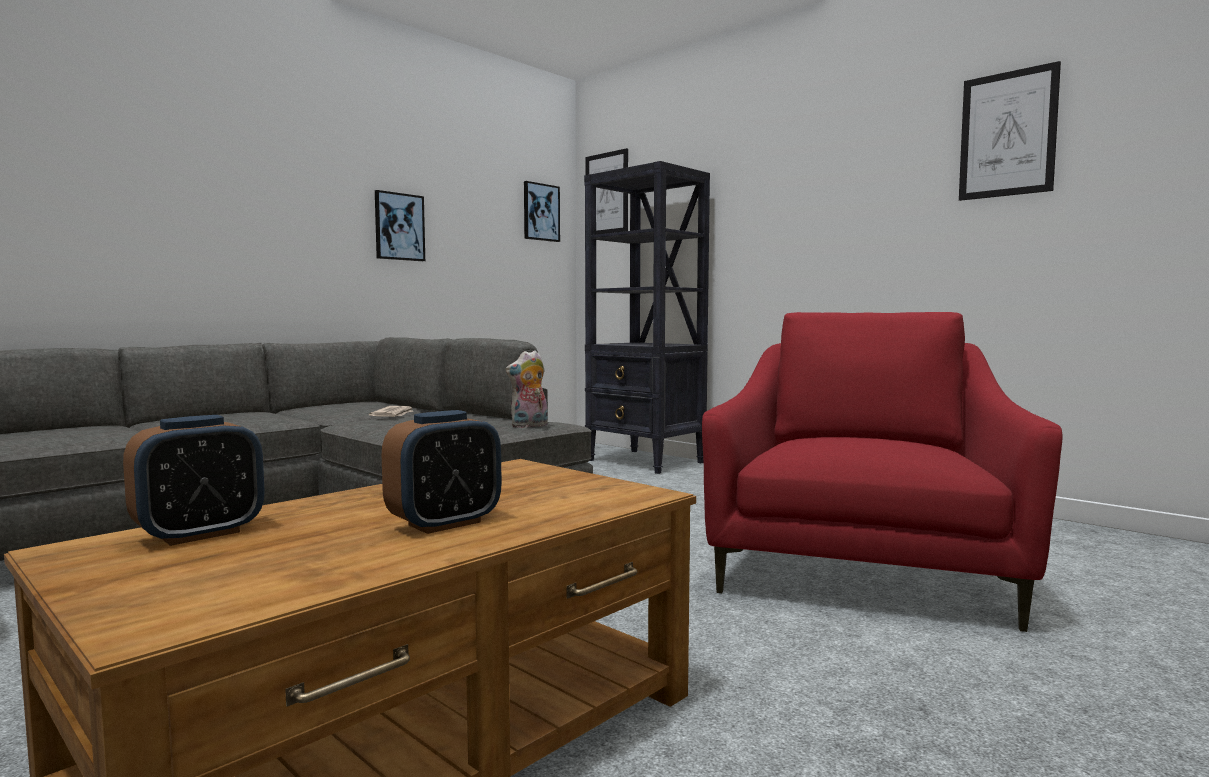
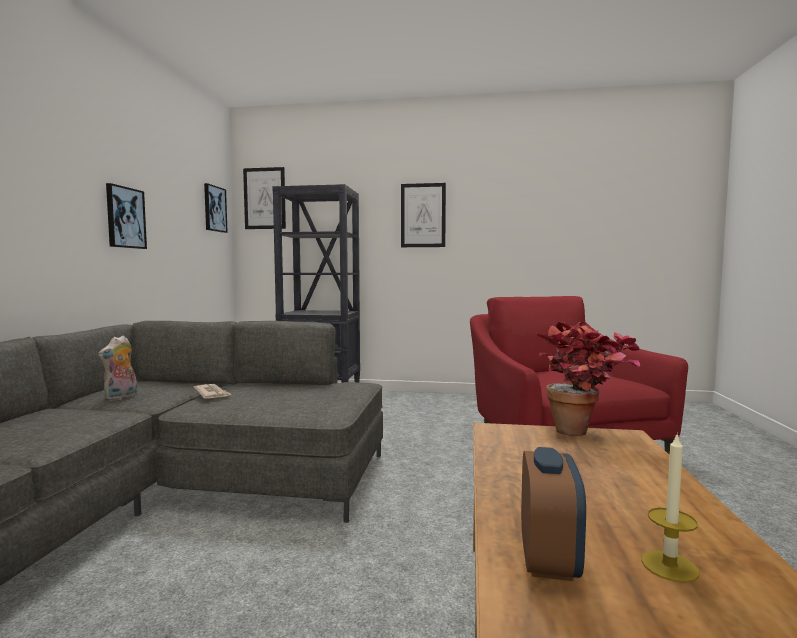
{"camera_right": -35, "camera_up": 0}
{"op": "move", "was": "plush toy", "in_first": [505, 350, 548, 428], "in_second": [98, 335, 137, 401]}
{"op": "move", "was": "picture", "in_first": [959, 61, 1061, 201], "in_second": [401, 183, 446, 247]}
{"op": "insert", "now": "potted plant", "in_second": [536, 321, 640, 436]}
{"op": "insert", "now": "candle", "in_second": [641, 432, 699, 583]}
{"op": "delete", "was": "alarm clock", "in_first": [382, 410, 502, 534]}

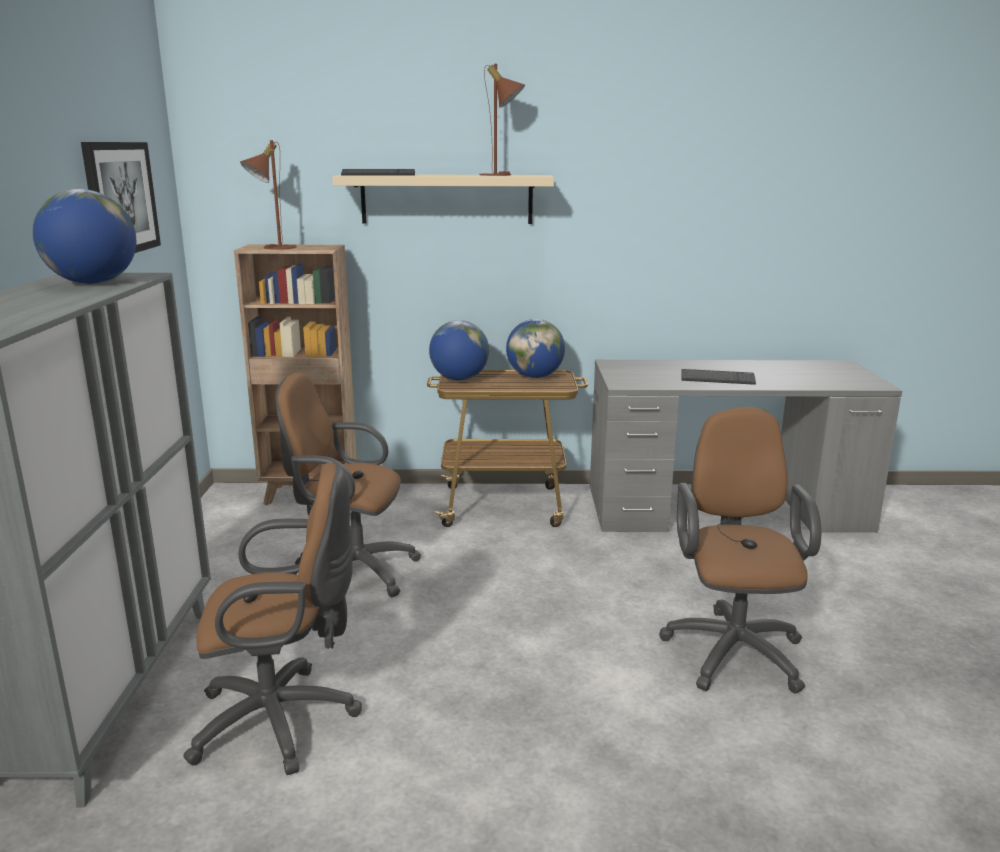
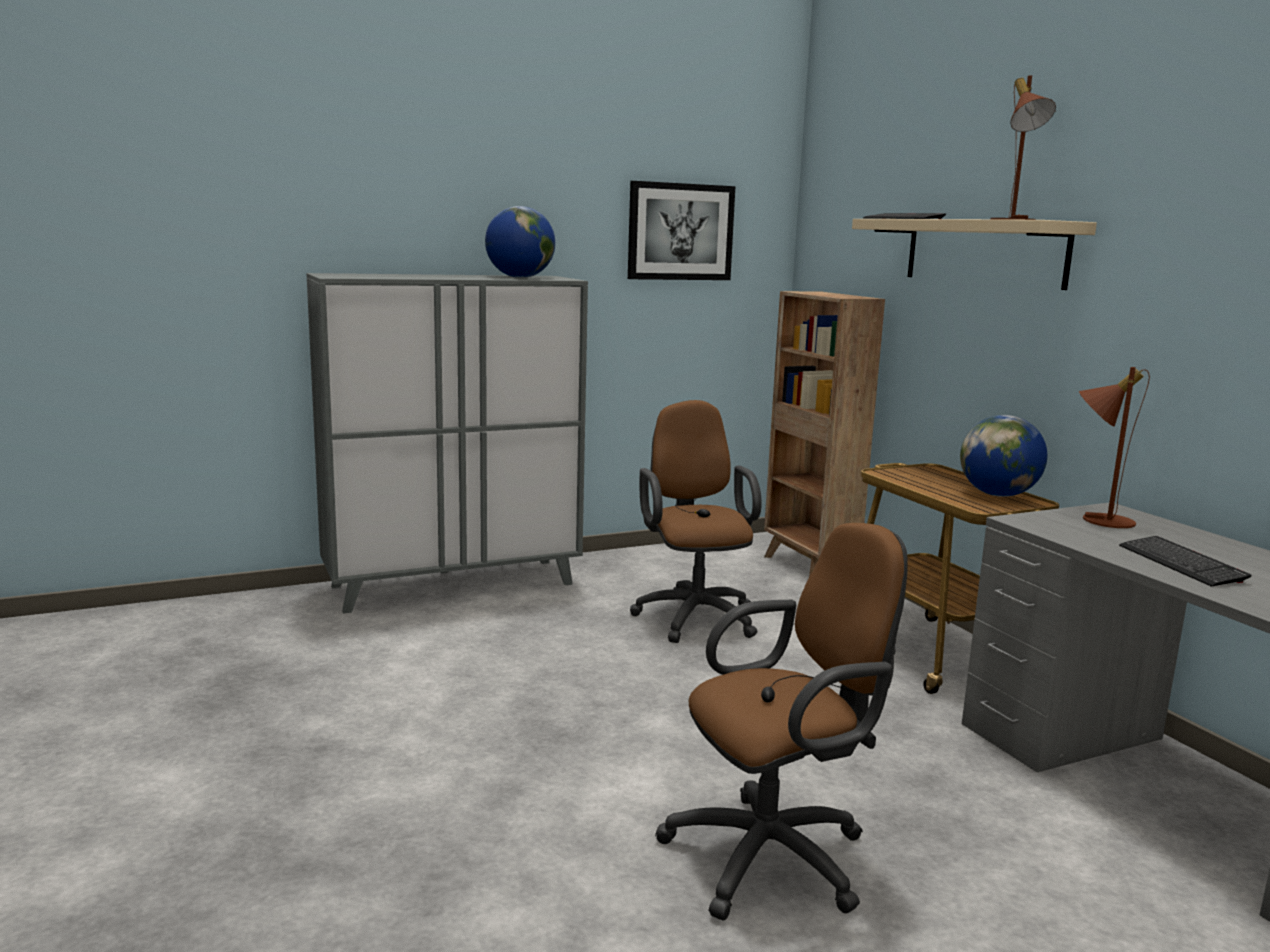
{"camera_right": 65, "camera_up": -5}
{"op": "move", "was": "brown table lamp", "in_first": [240, 140, 296, 250], "in_second": [1079, 367, 1150, 528]}
{"op": "delete", "was": "brown office chair", "in_first": [183, 463, 362, 775]}
{"op": "delete", "was": "globe", "in_first": [429, 320, 489, 380]}

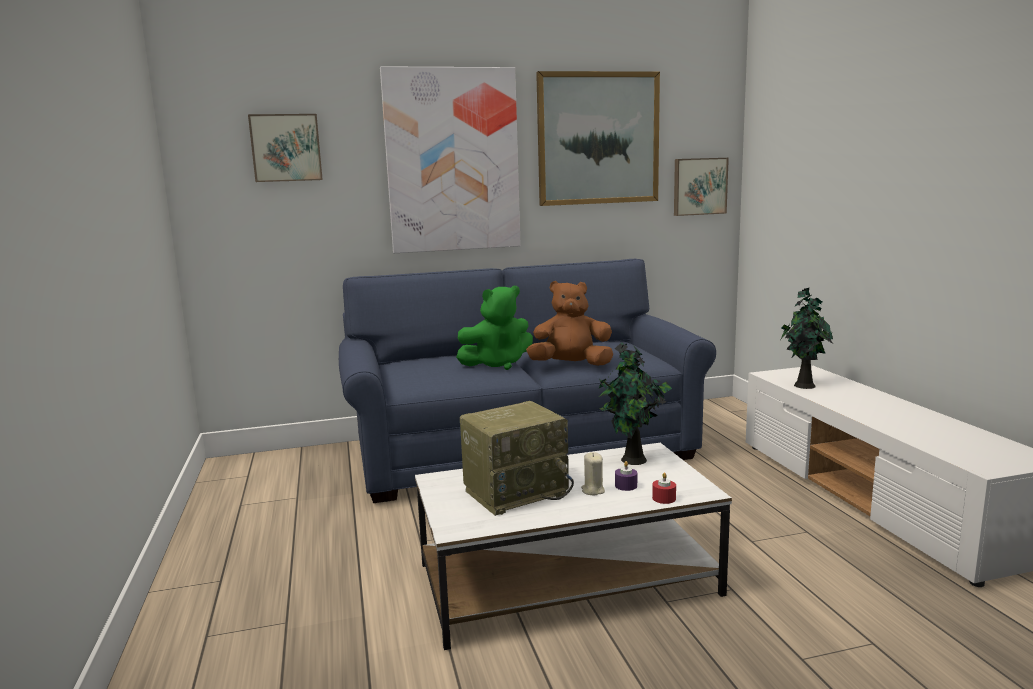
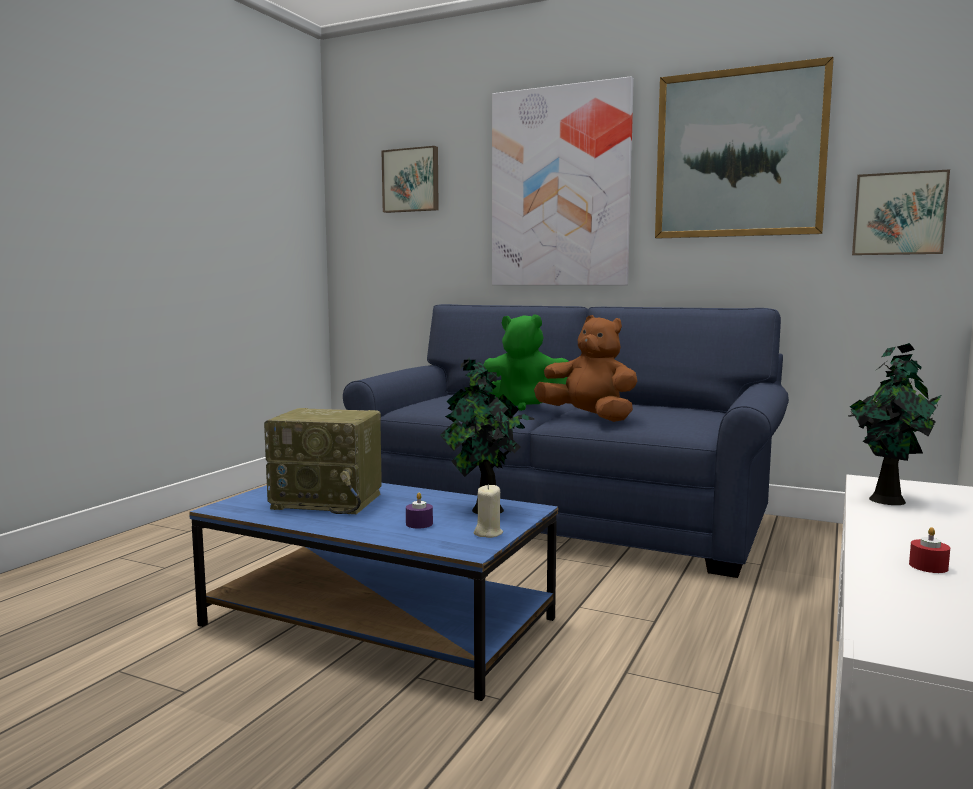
{"camera_right": 40, "camera_up": -5}
{"op": "recolor", "was": "white coffee table", "now": "blue coffee table", "in_first": [415, 443, 732, 650], "in_second": [189, 483, 558, 701]}
{"op": "move", "was": "beige candle", "in_first": [581, 452, 605, 496], "in_second": [474, 484, 503, 538]}
{"op": "move", "was": "red candle", "in_first": [652, 473, 676, 504], "in_second": [909, 527, 950, 573]}

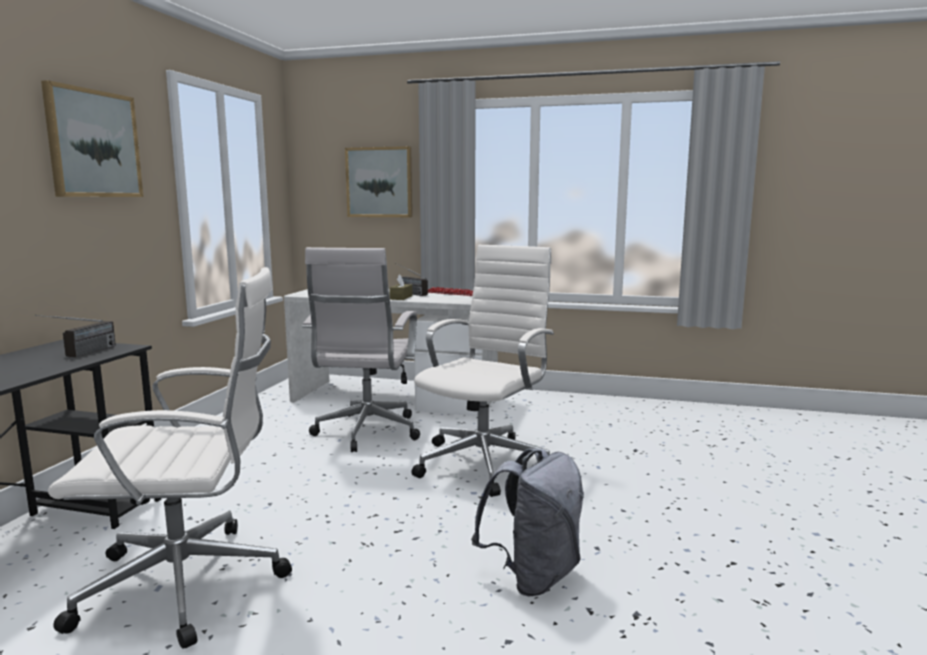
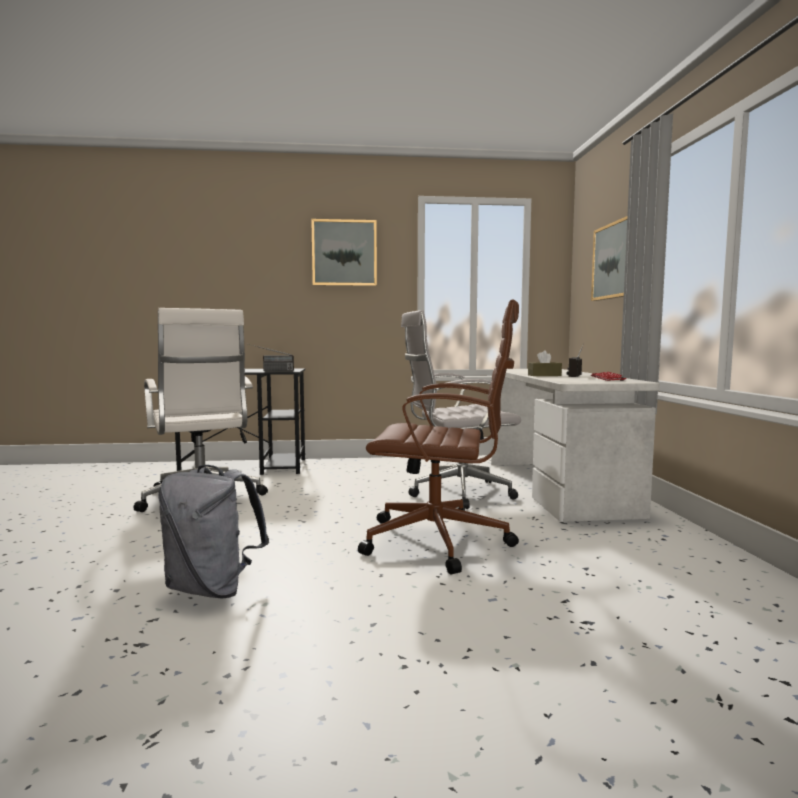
{"camera_right": 70, "camera_up": -5}
{"op": "recolor", "was": "white office chair", "now": "brown office chair", "in_first": [411, 245, 554, 497], "in_second": [358, 300, 519, 575]}

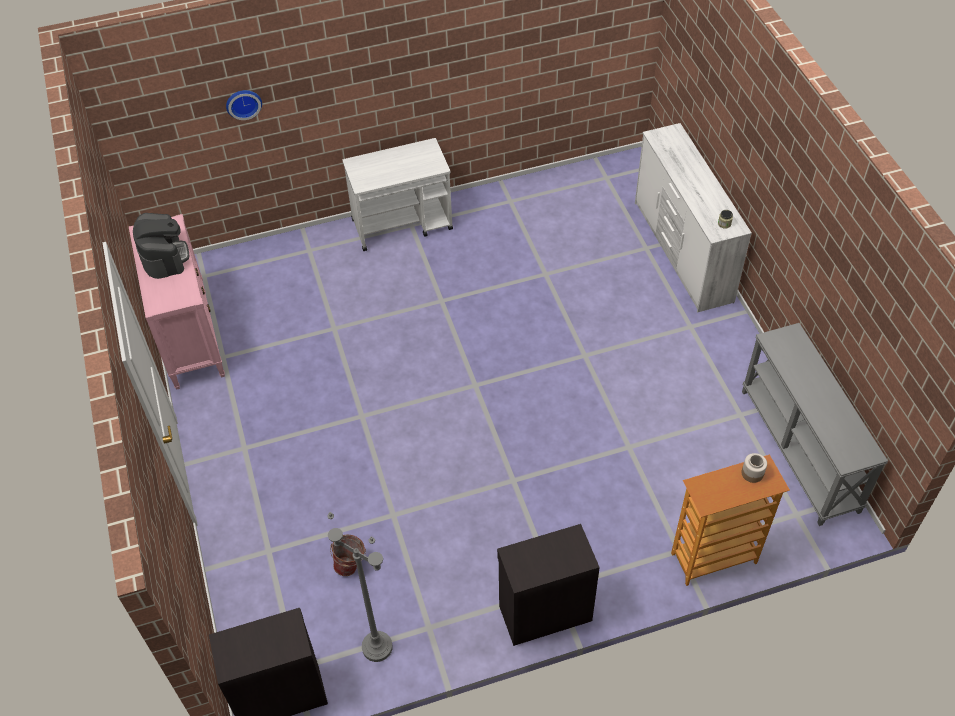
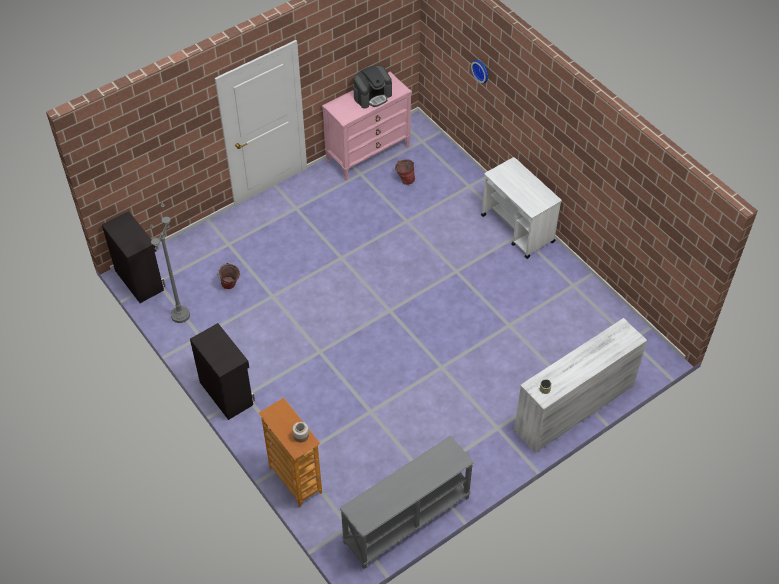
{"camera_right": 70, "camera_up": 0}
{"op": "insert", "now": "bucket", "in_second": [395, 159, 416, 185]}

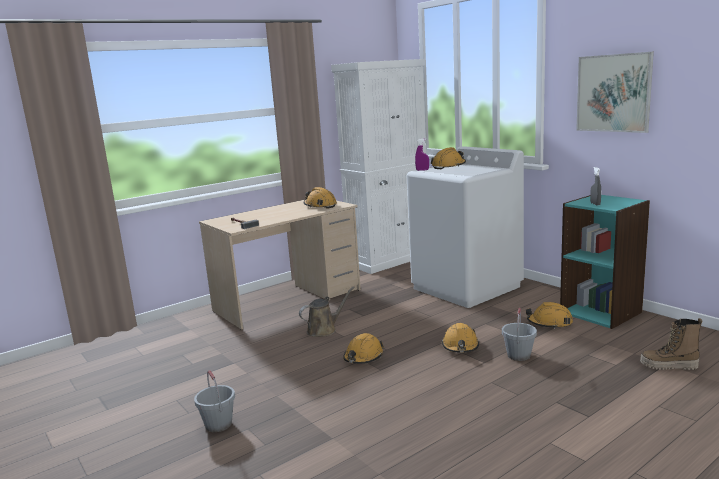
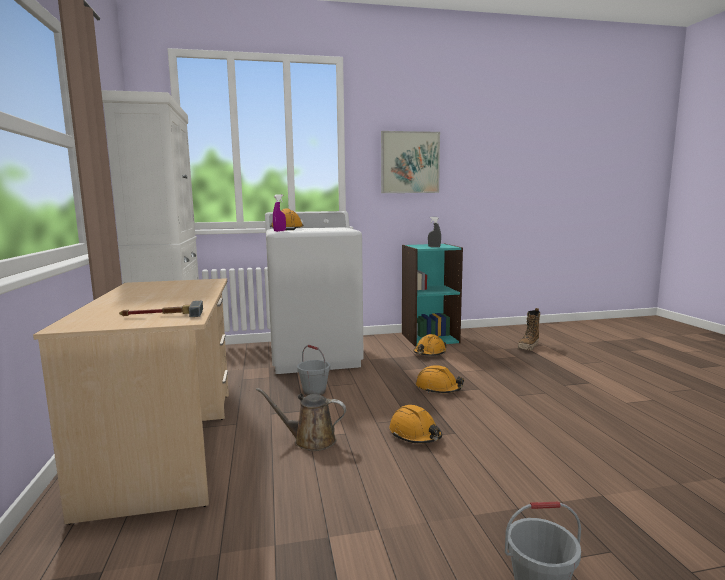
{"camera_right": -65, "camera_up": -5}
{"op": "rotate", "was": "brown watering can", "in_first": [299, 286, 355, 337], "in_second": [256, 388, 346, 451], "clockwise": -75}
{"op": "move", "was": "grey bucket", "in_first": [502, 308, 537, 361], "in_second": [297, 345, 330, 396]}
{"op": "delete", "was": "orange hard hat", "in_first": [304, 187, 337, 209]}

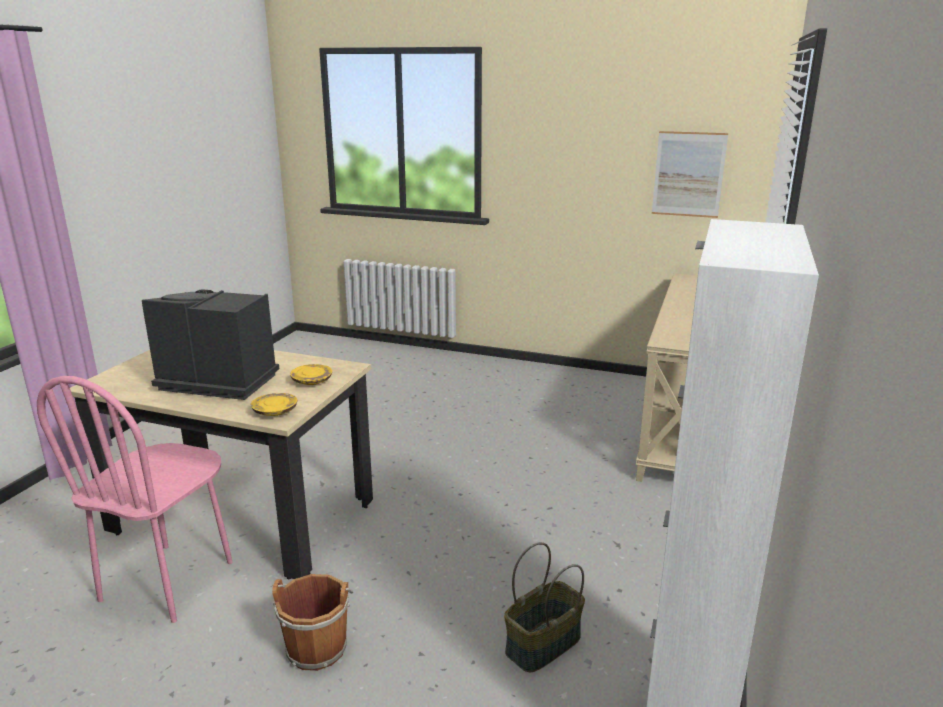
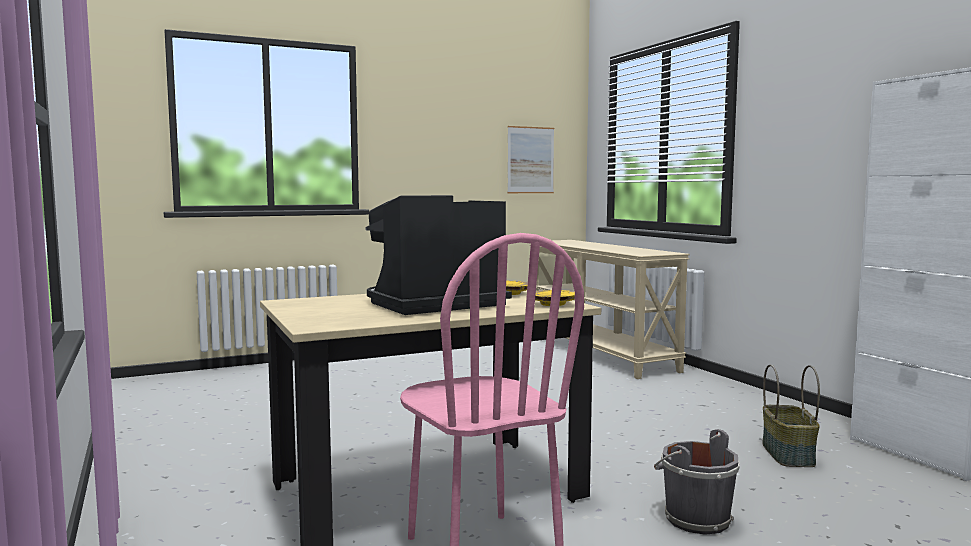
{"camera_right": -45, "camera_up": -15}
{"op": "recolor", "was": "brown bucket", "now": "grey bucket", "in_first": [272, 574, 353, 671], "in_second": [654, 429, 740, 535]}

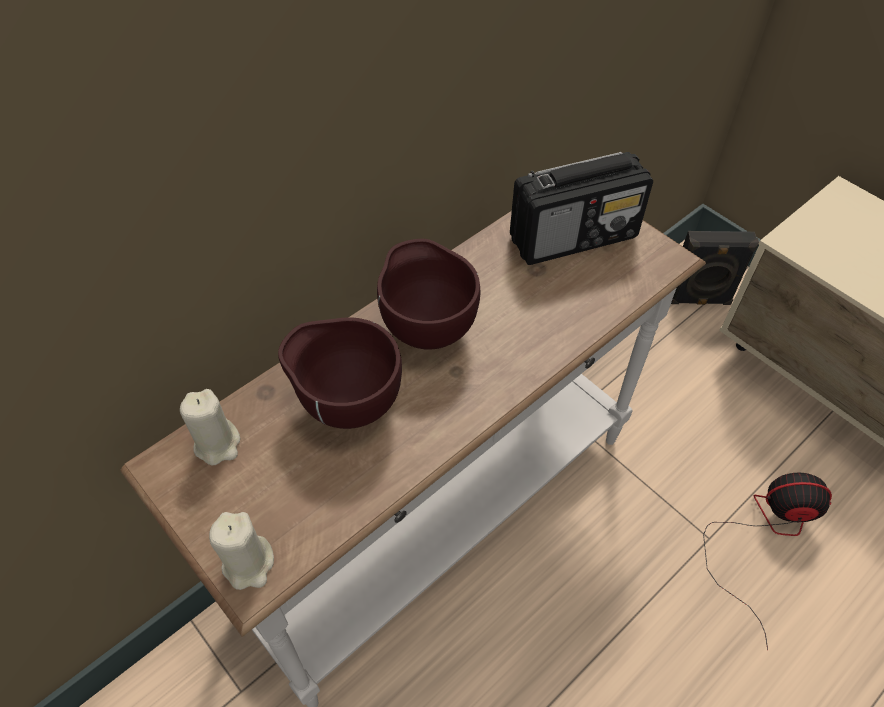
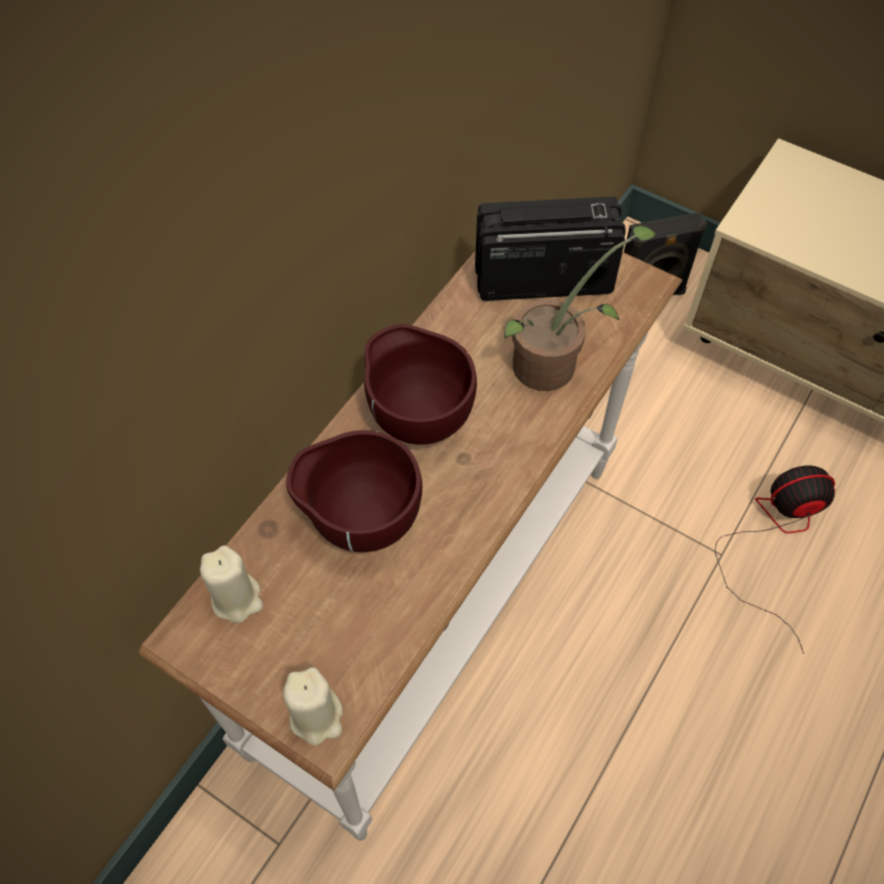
{"camera_right": -15, "camera_up": 5}
{"op": "rotate", "was": "radio", "in_first": [510, 152, 653, 265], "in_second": [475, 197, 626, 301], "clockwise": -150}
{"op": "insert", "now": "potted plant", "in_second": [504, 225, 656, 391]}

